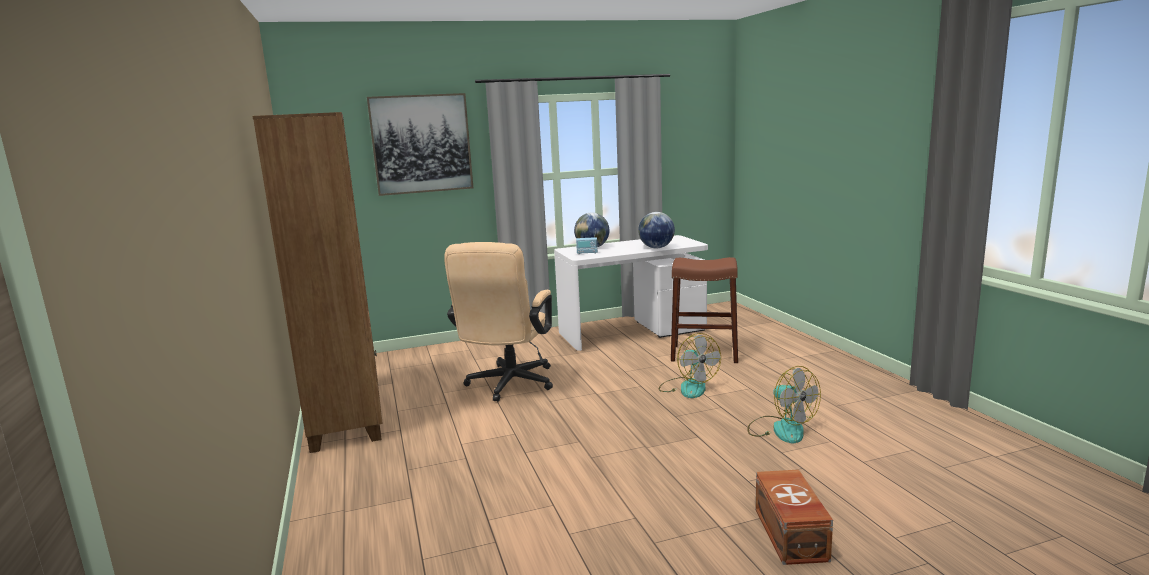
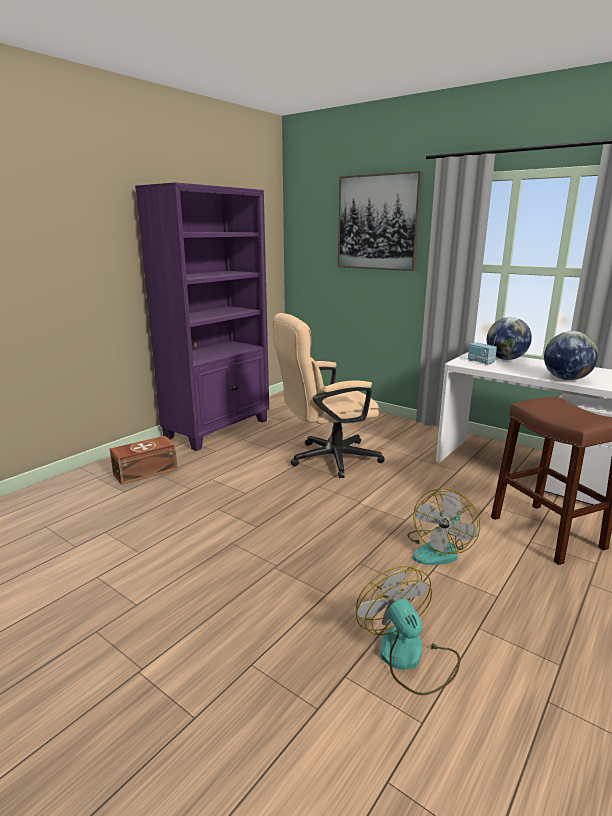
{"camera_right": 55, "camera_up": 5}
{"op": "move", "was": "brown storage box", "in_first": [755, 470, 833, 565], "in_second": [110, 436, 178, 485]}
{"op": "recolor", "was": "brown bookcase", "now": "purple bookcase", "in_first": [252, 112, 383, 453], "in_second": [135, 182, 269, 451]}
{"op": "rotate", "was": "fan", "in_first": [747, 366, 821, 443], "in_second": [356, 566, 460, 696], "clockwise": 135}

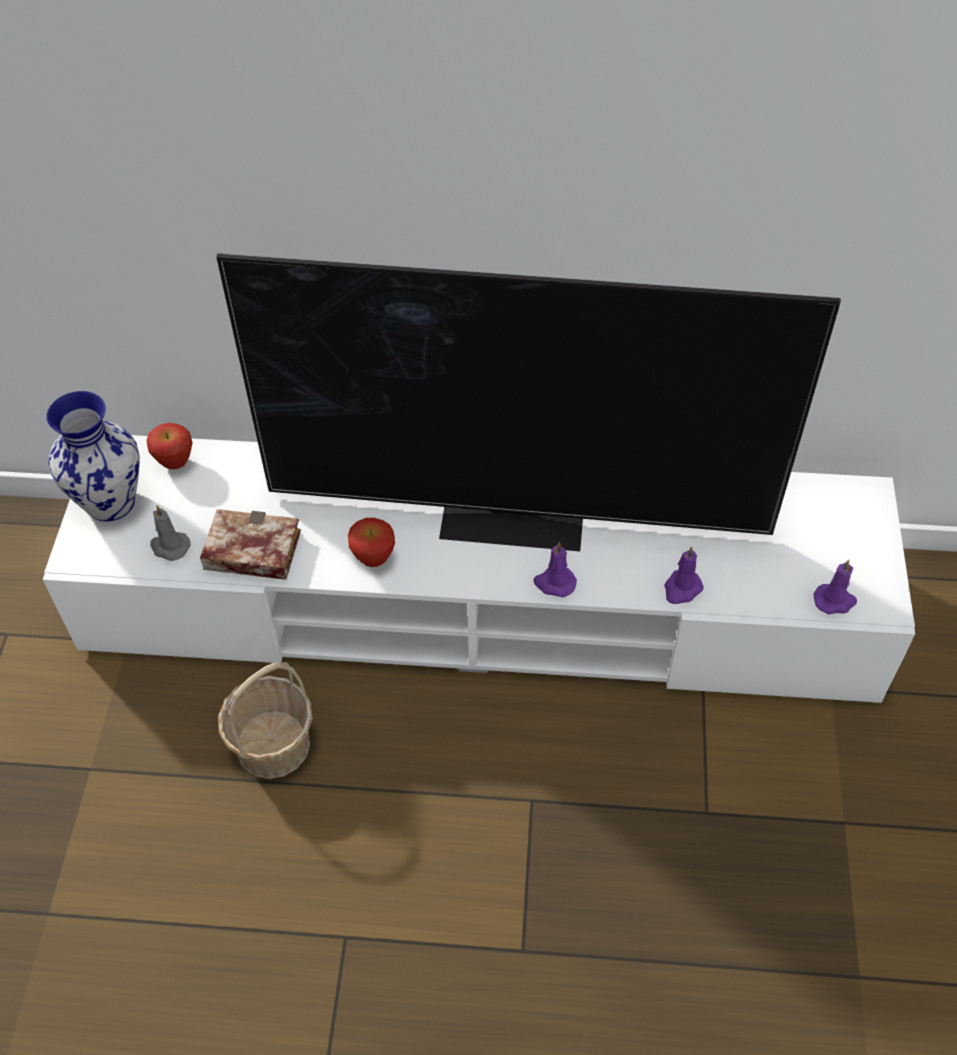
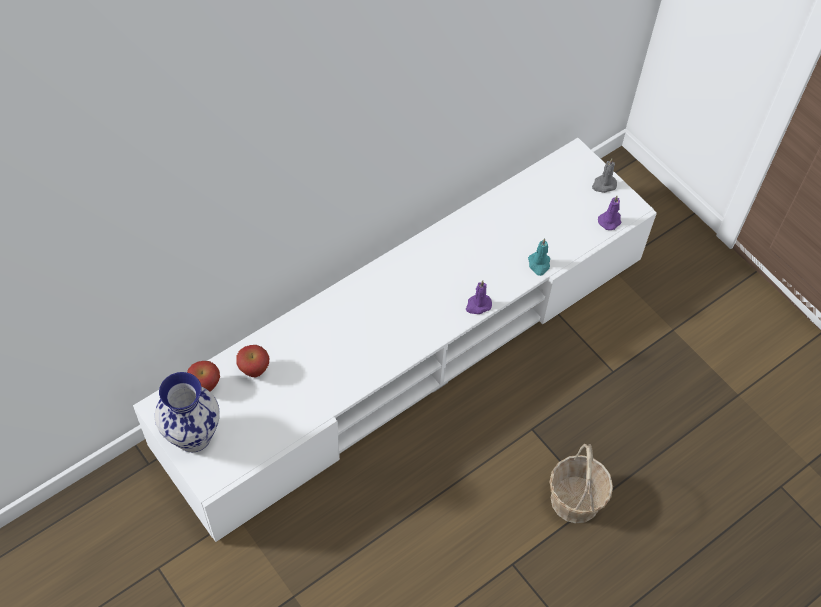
{"camera_right": -45, "camera_up": 5}
{"op": "move", "was": "apple", "in_first": [348, 518, 395, 567], "in_second": [236, 345, 269, 377]}
{"op": "recolor", "was": "purple candle", "now": "turquoise candle", "in_first": [664, 546, 704, 604], "in_second": [528, 238, 550, 276]}
{"op": "move", "was": "basket", "in_first": [218, 662, 313, 779], "in_second": [550, 444, 613, 523]}
{"op": "move", "was": "grey candle", "in_first": [150, 505, 191, 561], "in_second": [592, 159, 617, 193]}
{"op": "delete", "was": "book", "in_first": [200, 509, 301, 580]}
{"op": "delete", "was": "television", "in_first": [216, 253, 841, 551]}

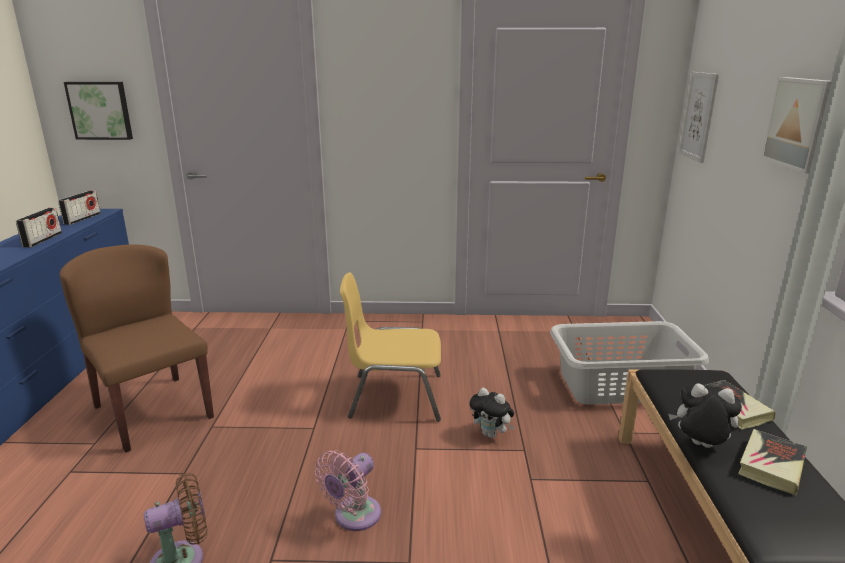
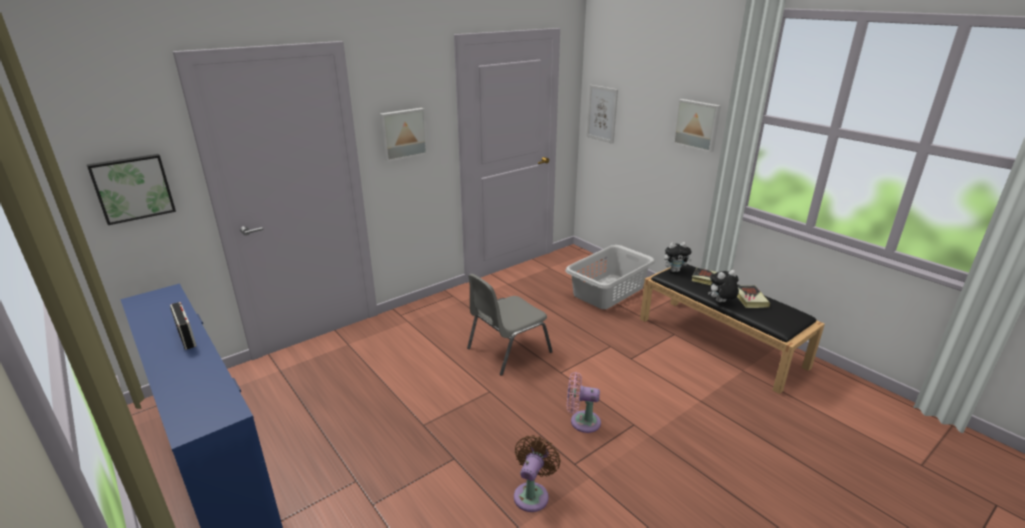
{"camera_right": -40, "camera_up": 5}
{"op": "insert", "now": "picture", "in_second": [380, 108, 428, 162]}
{"op": "recolor", "was": "yellow chair", "now": "grey chair", "in_first": [340, 272, 441, 422], "in_second": [467, 274, 553, 376]}
{"op": "rotate", "was": "pink fan", "in_first": [315, 450, 381, 531], "in_second": [567, 372, 601, 433], "clockwise": 105}
{"op": "move", "was": "plush toy", "in_first": [470, 388, 514, 438], "in_second": [664, 242, 692, 272]}
{"op": "delete", "was": "radio", "in_first": [58, 191, 101, 225]}
{"op": "delete", "was": "brown chair", "in_first": [59, 244, 214, 453]}

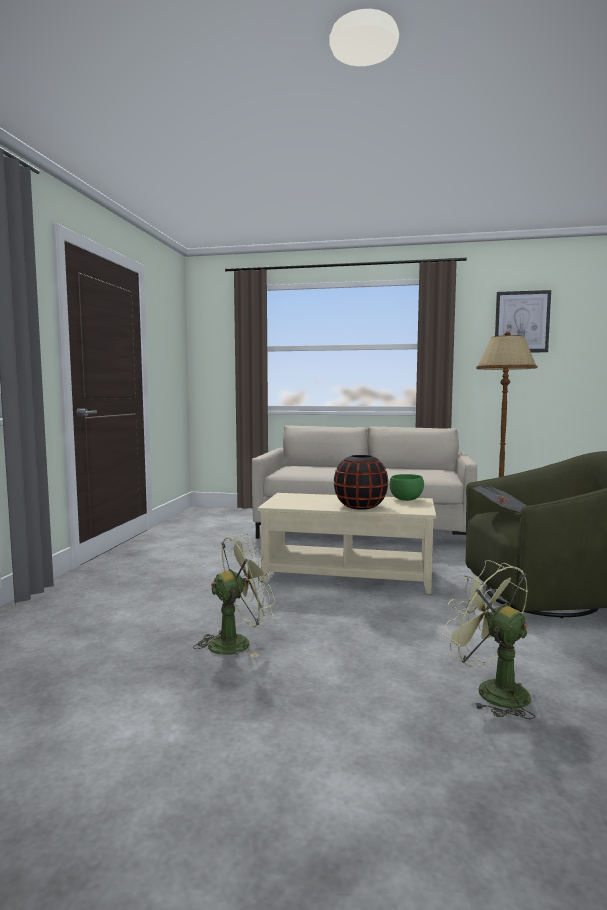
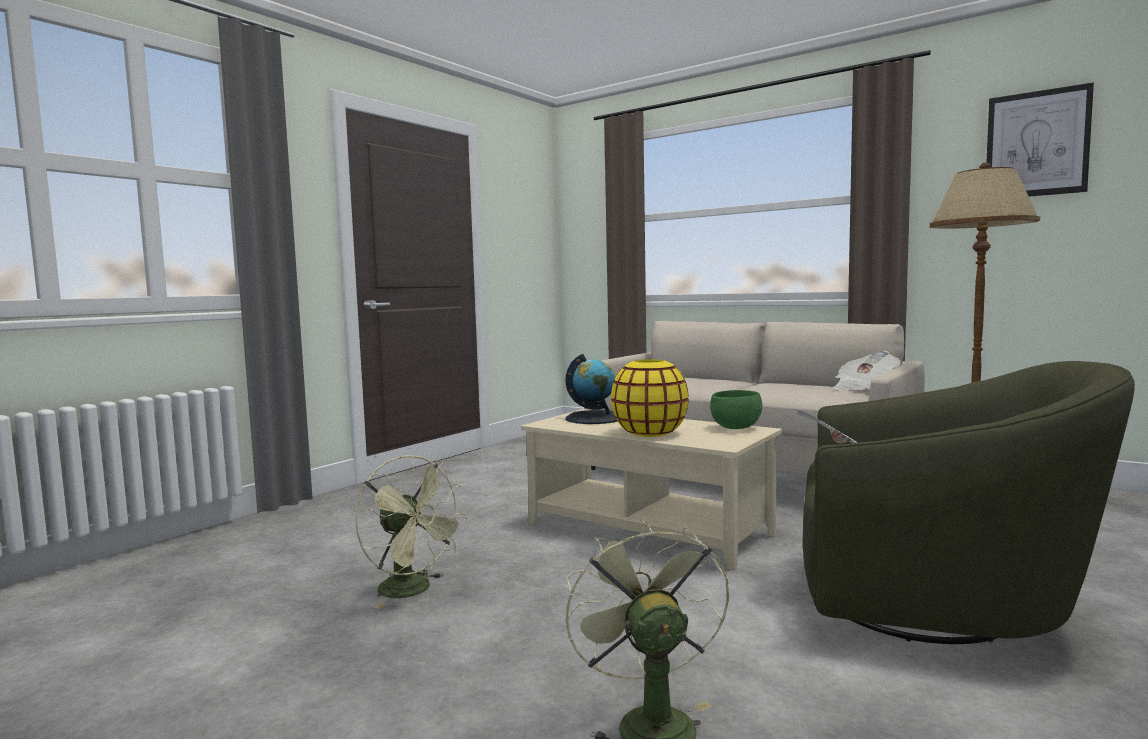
{"camera_right": 25, "camera_up": 0}
{"op": "rotate", "was": "green fan", "in_first": [193, 534, 276, 658], "in_second": [356, 455, 467, 609], "clockwise": 45}
{"op": "insert", "now": "globe", "in_second": [565, 354, 618, 424]}
{"op": "recolor", "was": "black vase", "now": "yellow vase", "in_first": [334, 455, 388, 510], "in_second": [611, 359, 689, 437]}
{"op": "insert", "now": "newspaper", "in_second": [834, 351, 901, 391]}

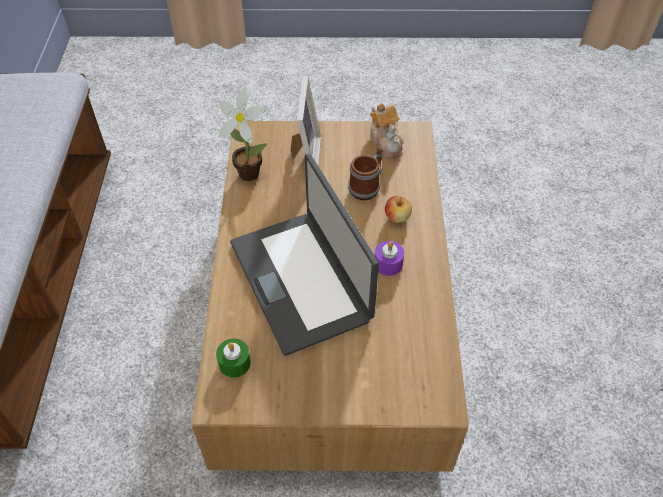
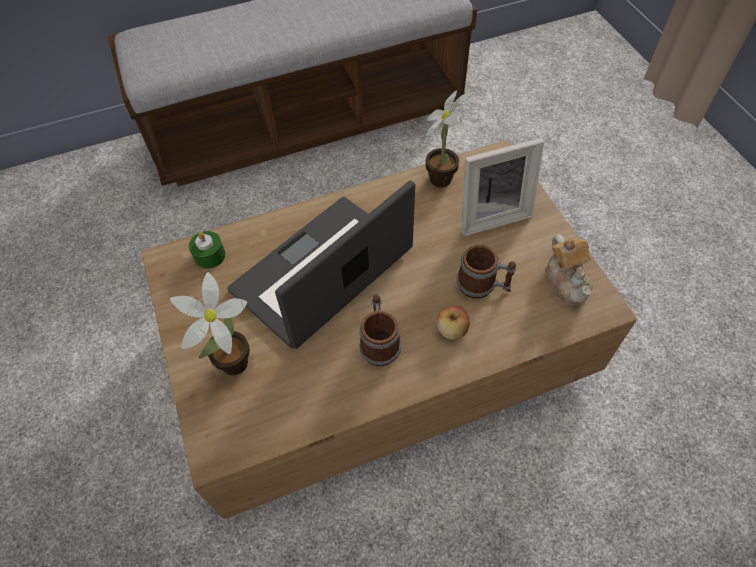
{"camera_right": 70, "camera_up": 5}
{"op": "insert", "now": "potted plant", "in_second": [170, 272, 250, 375]}
{"op": "replace", "was": "purple candle", "now": "mug", "in_first": [375, 241, 404, 276], "in_second": [359, 294, 401, 366]}
{"op": "rotate", "was": "teapot", "in_first": [370, 103, 404, 157], "in_second": [546, 234, 592, 305], "clockwise": -60}

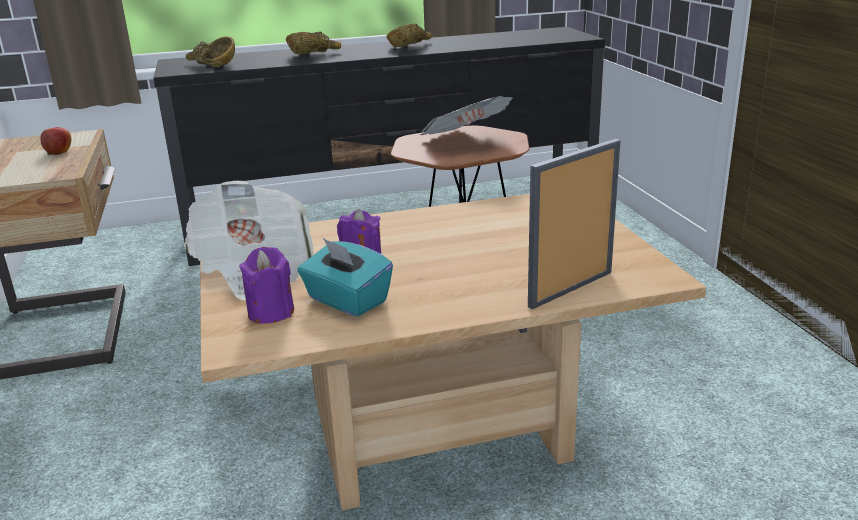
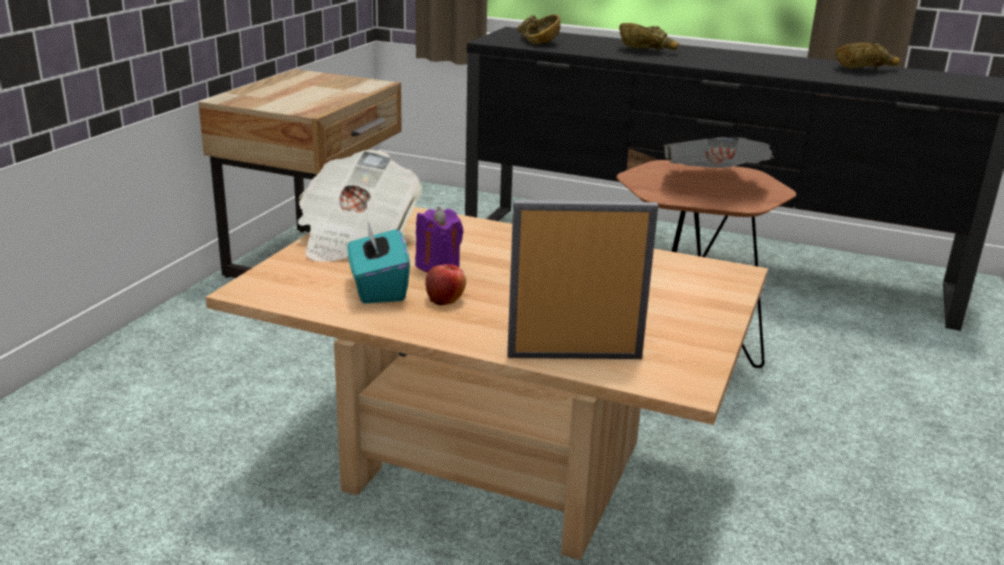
{"camera_right": 35, "camera_up": 0}
{"op": "move", "was": "apple", "in_first": [40, 127, 71, 155], "in_second": [425, 264, 466, 305]}
{"op": "move", "was": "brown bowl", "in_first": [387, 23, 432, 47], "in_second": [835, 43, 900, 68]}
{"op": "delete", "was": "purple candle", "in_first": [239, 247, 294, 324]}

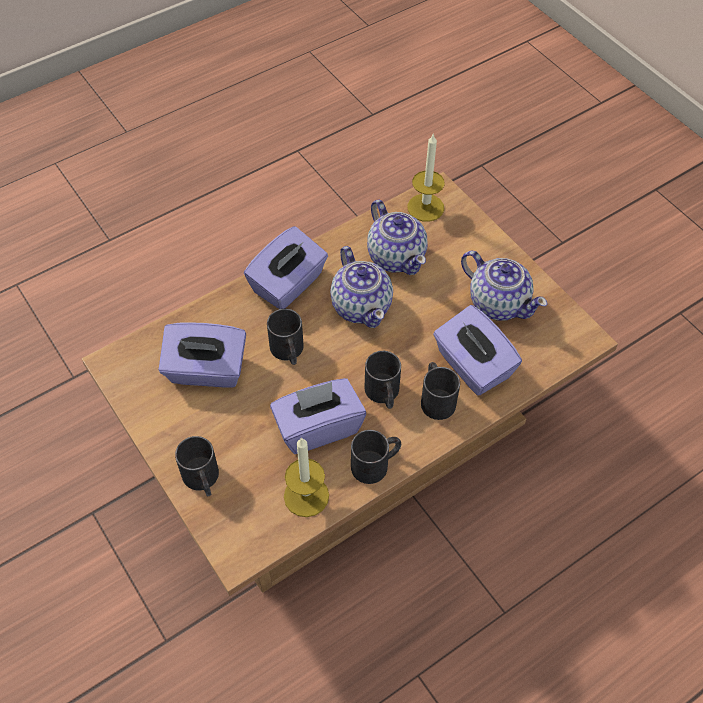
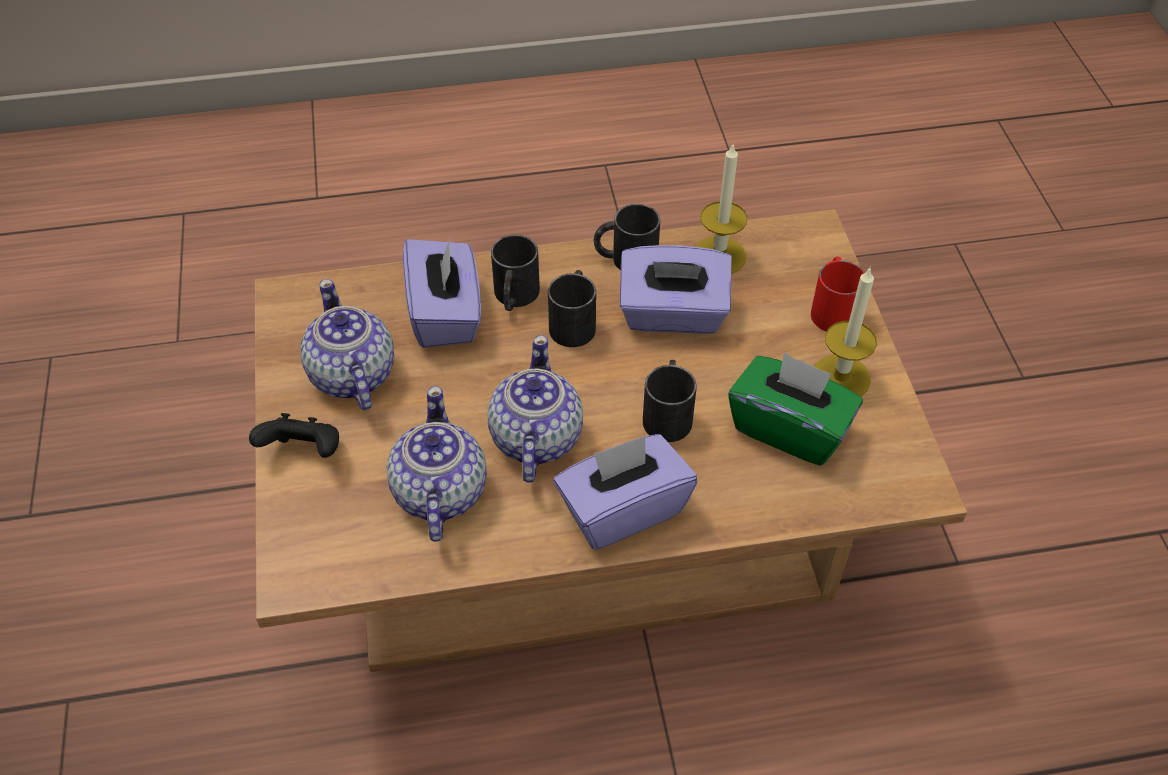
{"camera_right": -155, "camera_up": -5}
{"op": "insert", "now": "black game controller", "in_second": [249, 413, 339, 458]}
{"op": "recolor", "was": "purple tissue box", "now": "green tissue box", "in_first": [158, 322, 246, 388], "in_second": [728, 352, 863, 466]}
{"op": "recolor", "was": "black mug", "now": "red mug", "in_first": [175, 436, 219, 496], "in_second": [811, 257, 865, 332]}
{"op": "move", "was": "candle", "in_first": [408, 134, 445, 222], "in_second": [814, 266, 877, 397]}

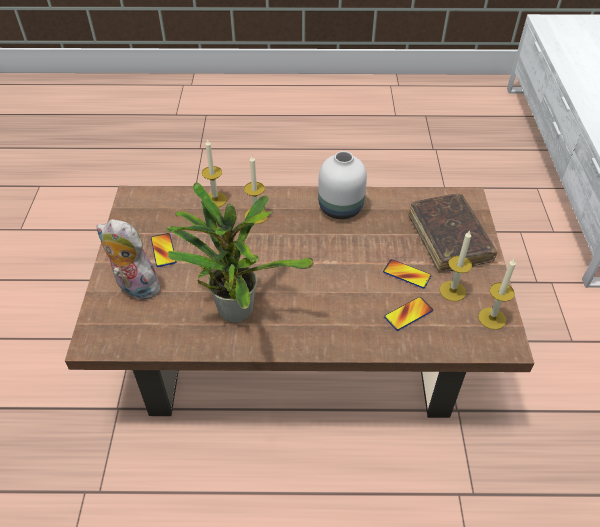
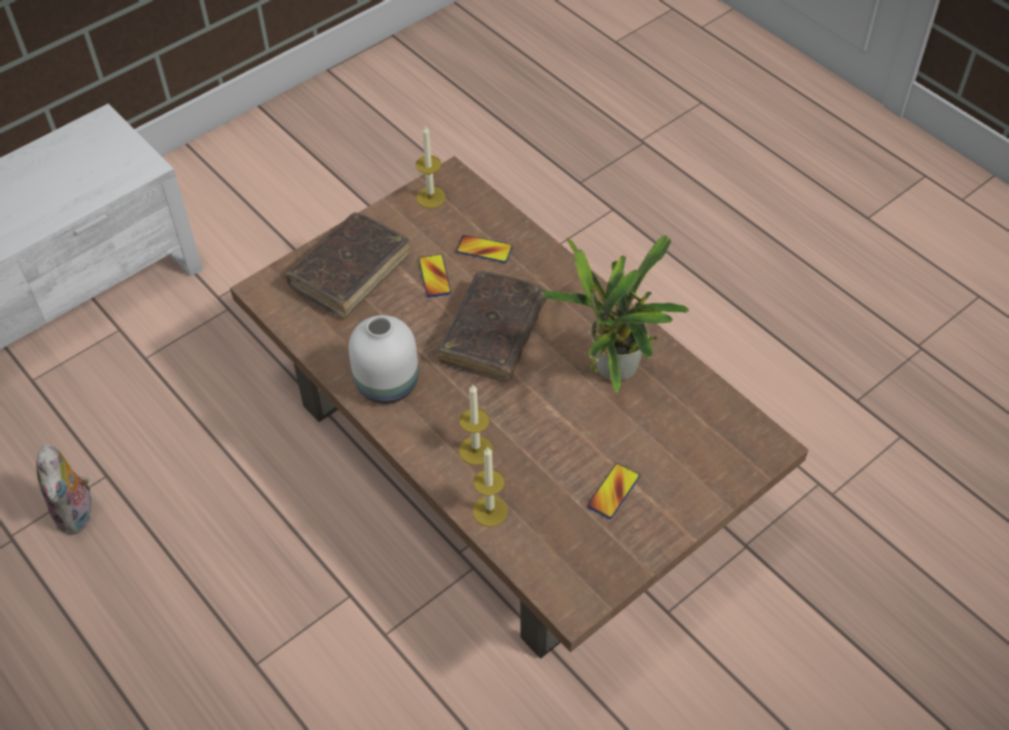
{"camera_right": -130, "camera_up": 5}
{"op": "move", "was": "plush toy", "in_first": [96, 219, 164, 300], "in_second": [36, 444, 96, 535]}
{"op": "insert", "now": "brown book", "in_second": [437, 270, 547, 381]}
{"op": "delete", "was": "candle", "in_first": [439, 231, 472, 301]}

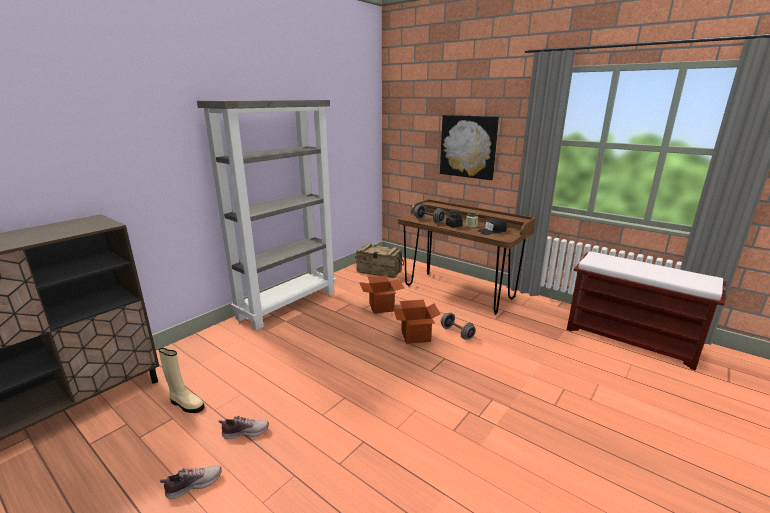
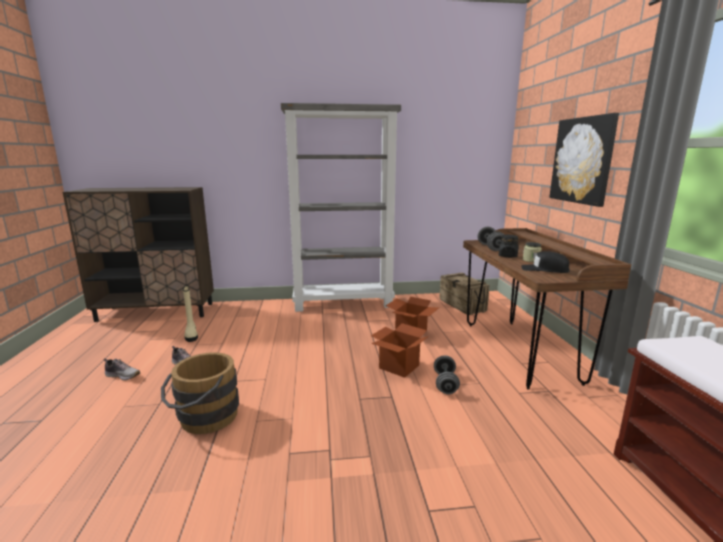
{"camera_right": 45, "camera_up": -5}
{"op": "insert", "now": "brown bucket", "in_second": [161, 352, 239, 434]}

